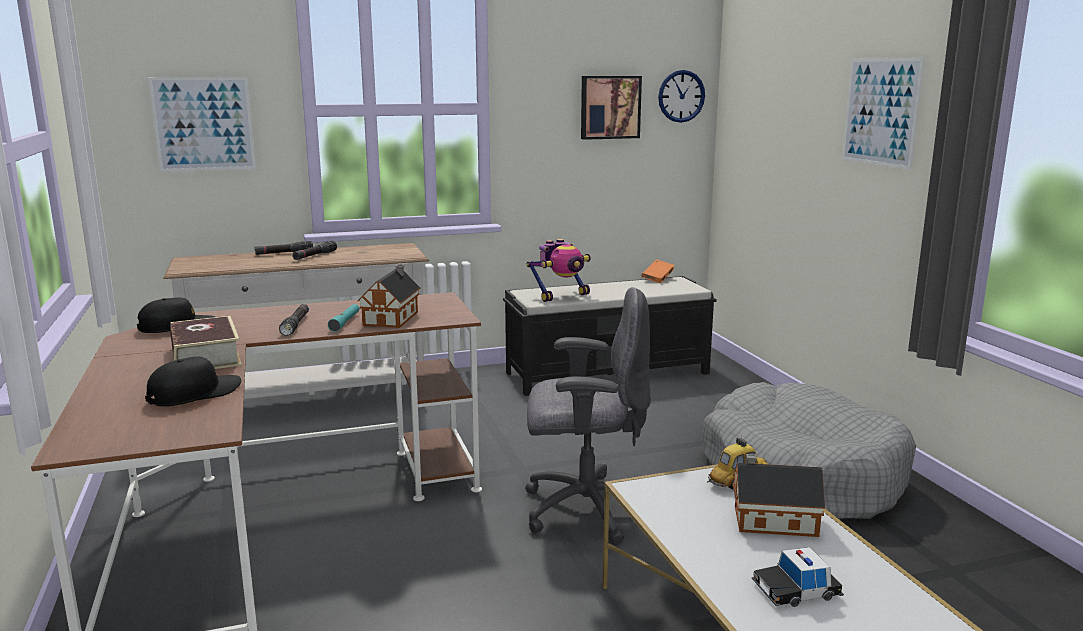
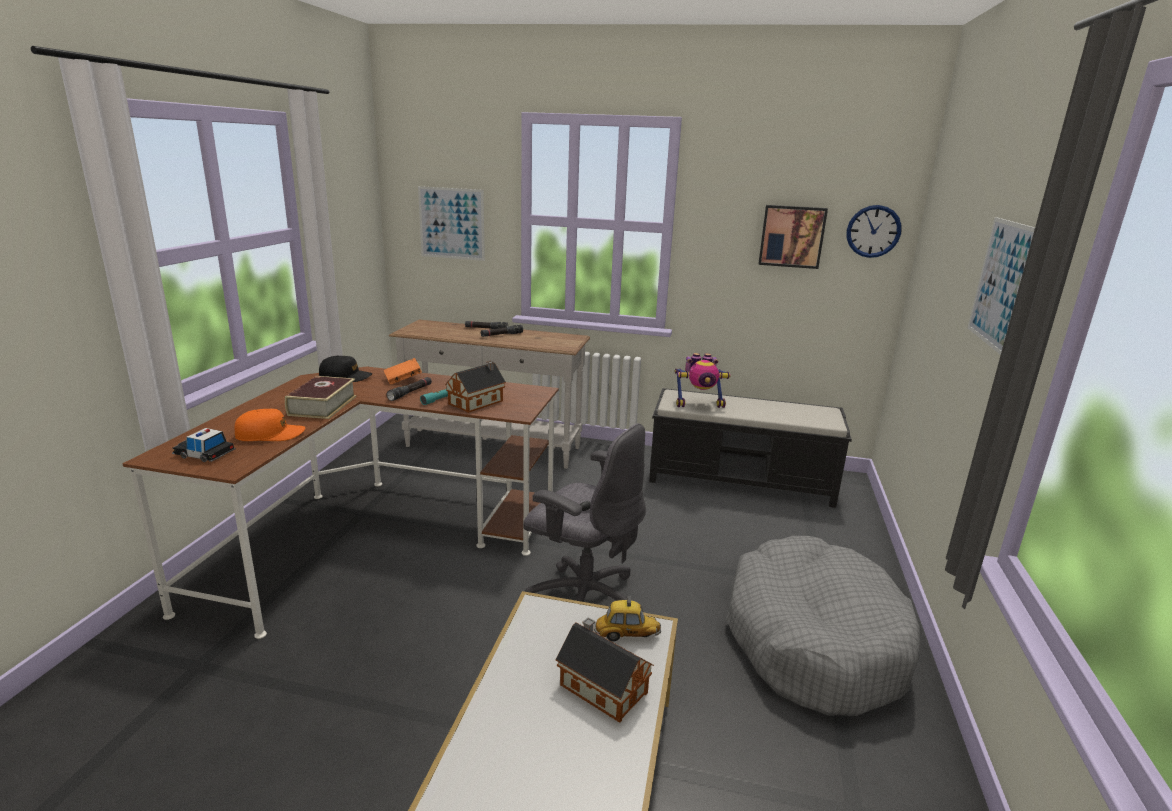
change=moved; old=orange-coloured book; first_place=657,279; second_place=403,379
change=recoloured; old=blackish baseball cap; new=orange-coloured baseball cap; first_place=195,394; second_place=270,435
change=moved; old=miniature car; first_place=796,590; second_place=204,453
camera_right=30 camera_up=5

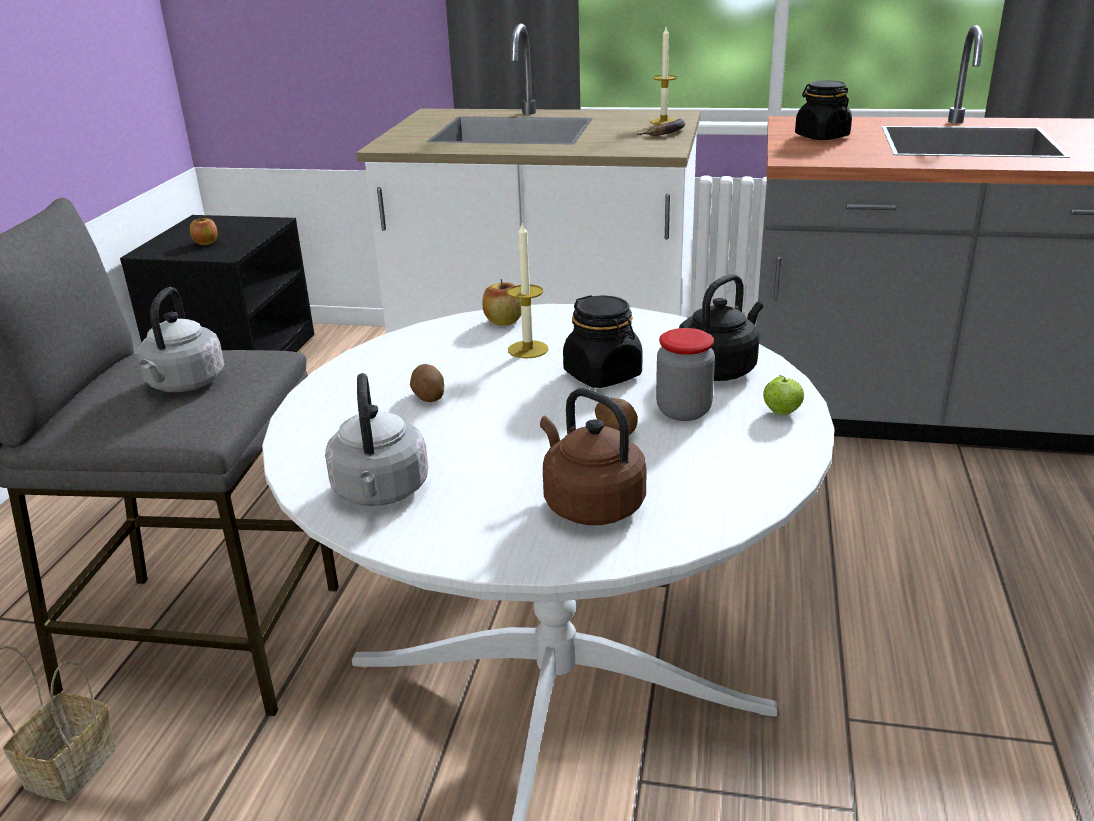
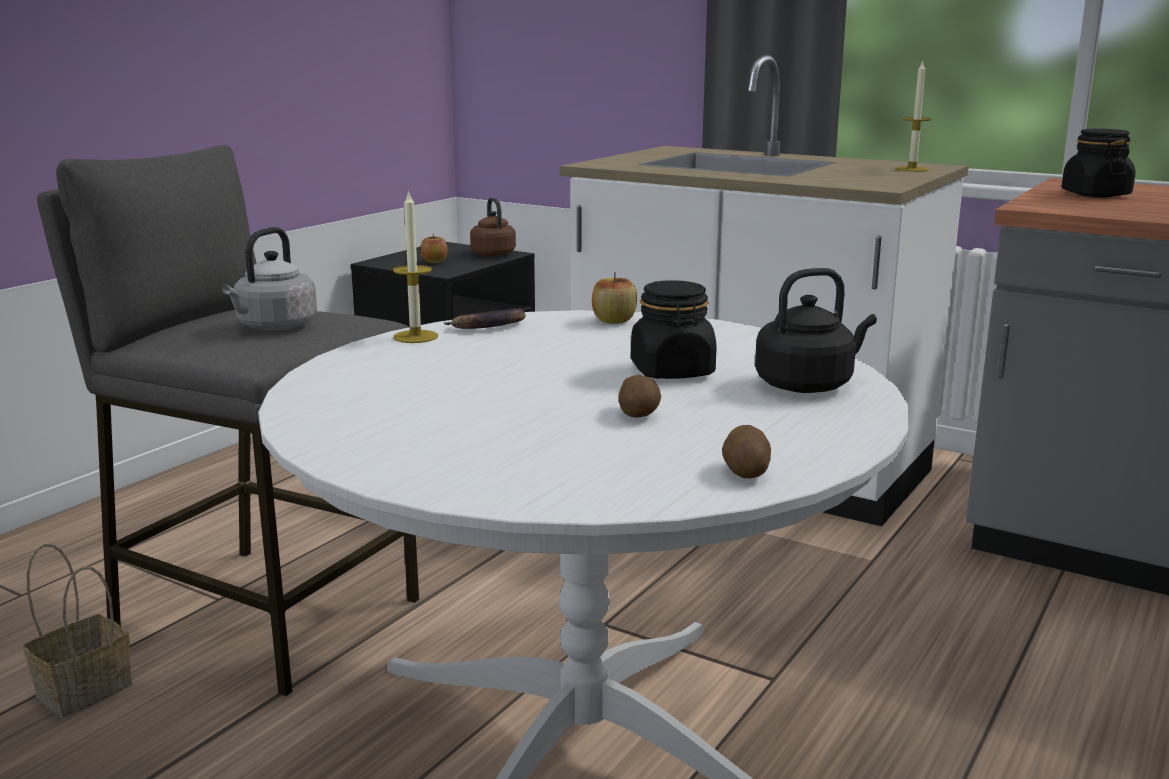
change=moved; old=banana; first_place=665,132; second_place=488,326
change=moved; old=candle; first_place=528,349; second_place=415,337
change=removed; old=storage jar; first_place=683,411
change=moved; old=potato; first_place=428,396; second_place=745,471
change=removed; old=greyish tea kettle; first_place=380,493
change=removed; old=whole apple; first_place=782,412
change=moved; old=brownish tea kettle; first_place=590,504; second_place=492,254
camera_right=20 camera_up=-10

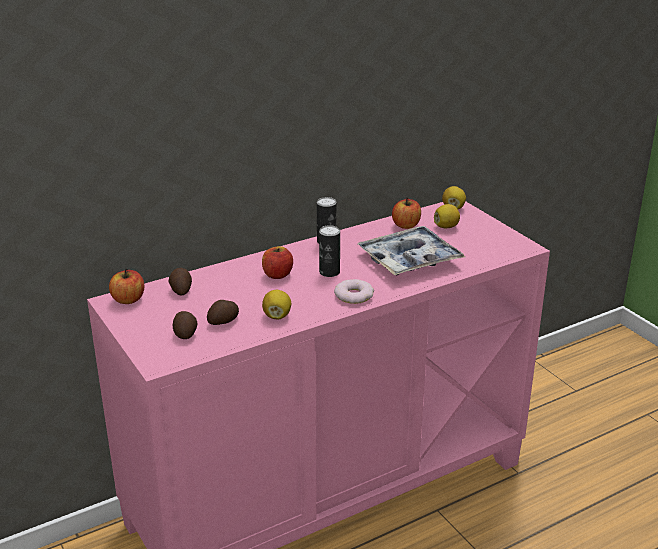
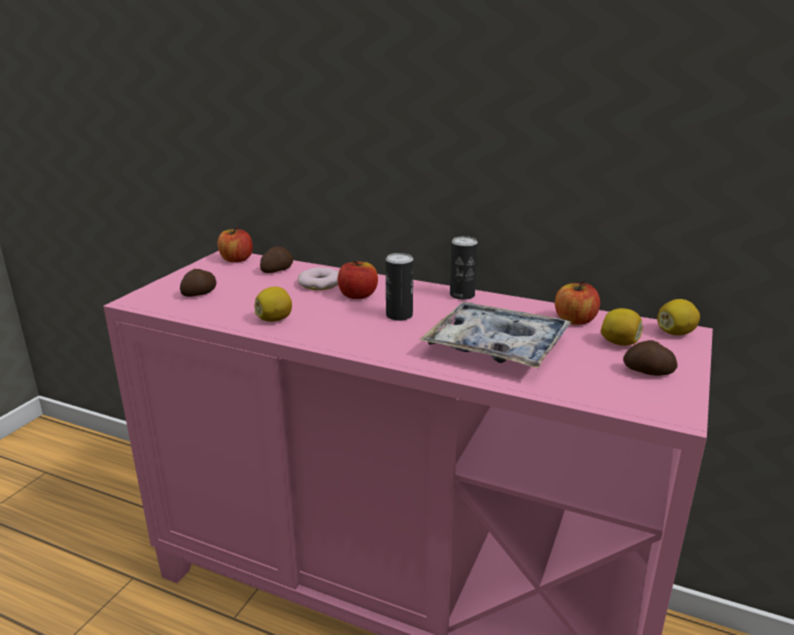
change=moved; old=ring doughnut; first_place=354,295; second_place=320,284
change=moved; old=potato; first_place=224,321; second_place=648,372
camera_right=55 camera_up=-5

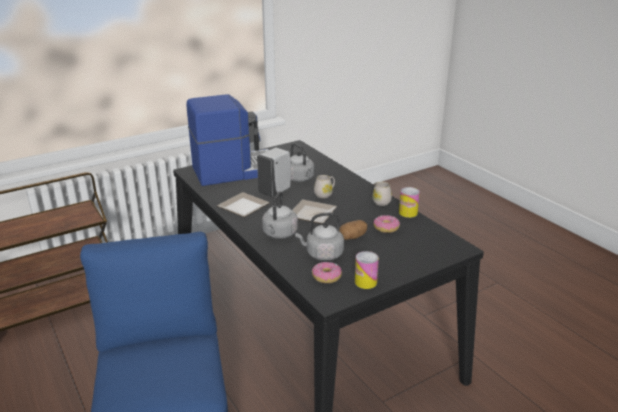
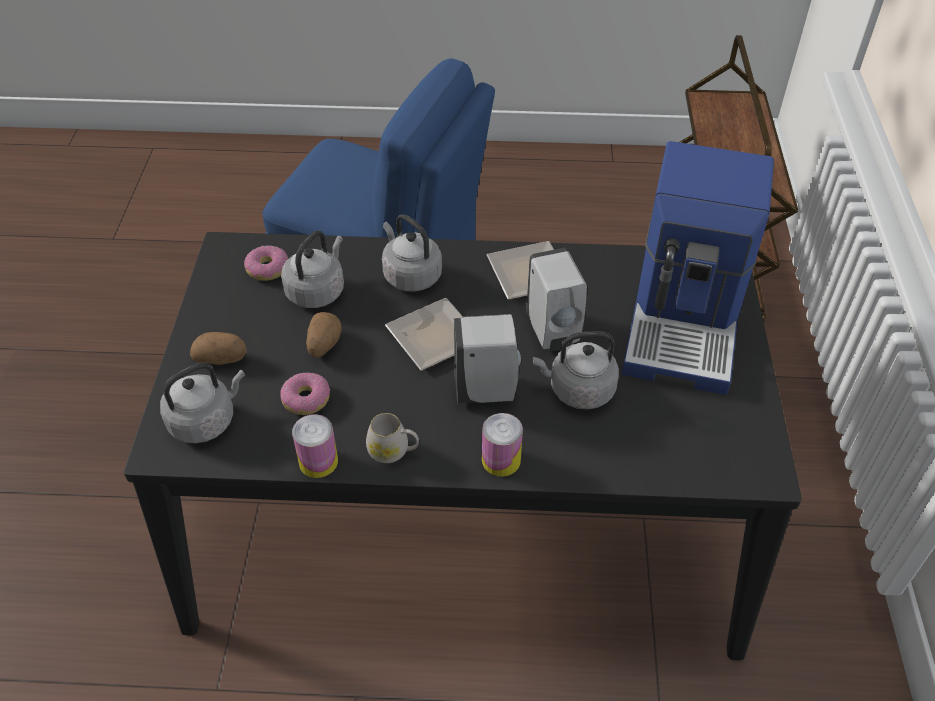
change=replaced; old=white tea mug; new=white soap dispenser; first_place=325,194; second_place=487,390
change=moved; old=can; first_place=365,282; second_place=501,460
change=added; new=potato; second_place=222,358
change=added; new=greyish tea kettle; second_place=205,420
camera_right=125 camera_up=20

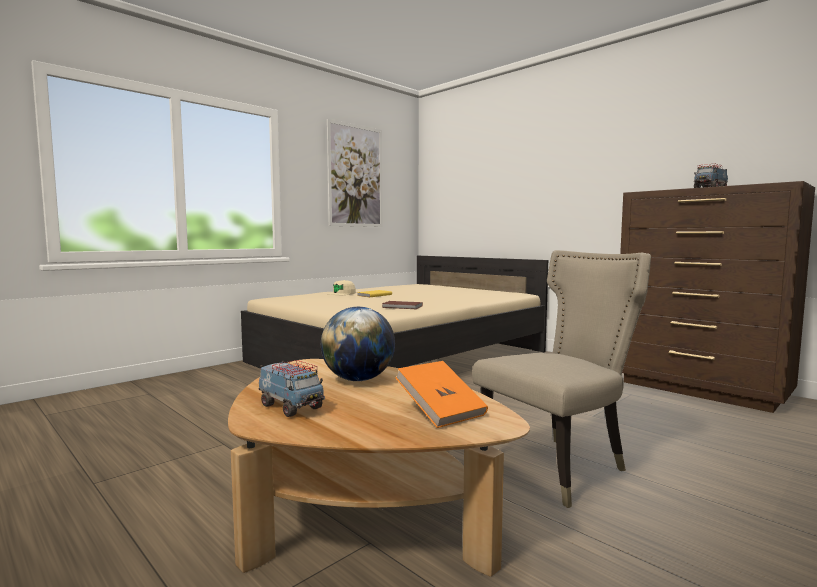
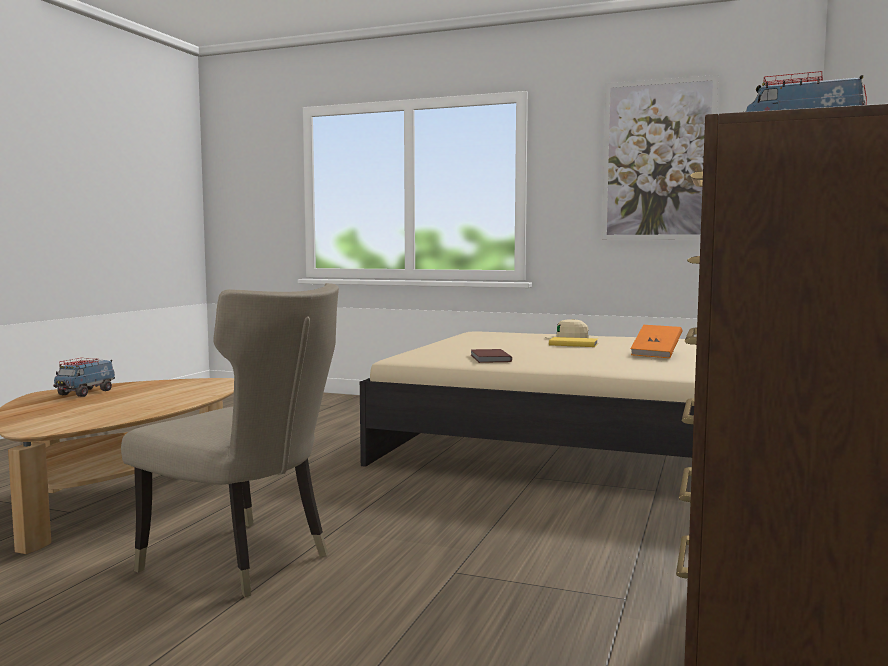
change=removed; old=globe; first_place=358,379
change=moved; old=orange-coloured book; first_place=441,411; second_place=656,354
camera_right=65 camera_up=0

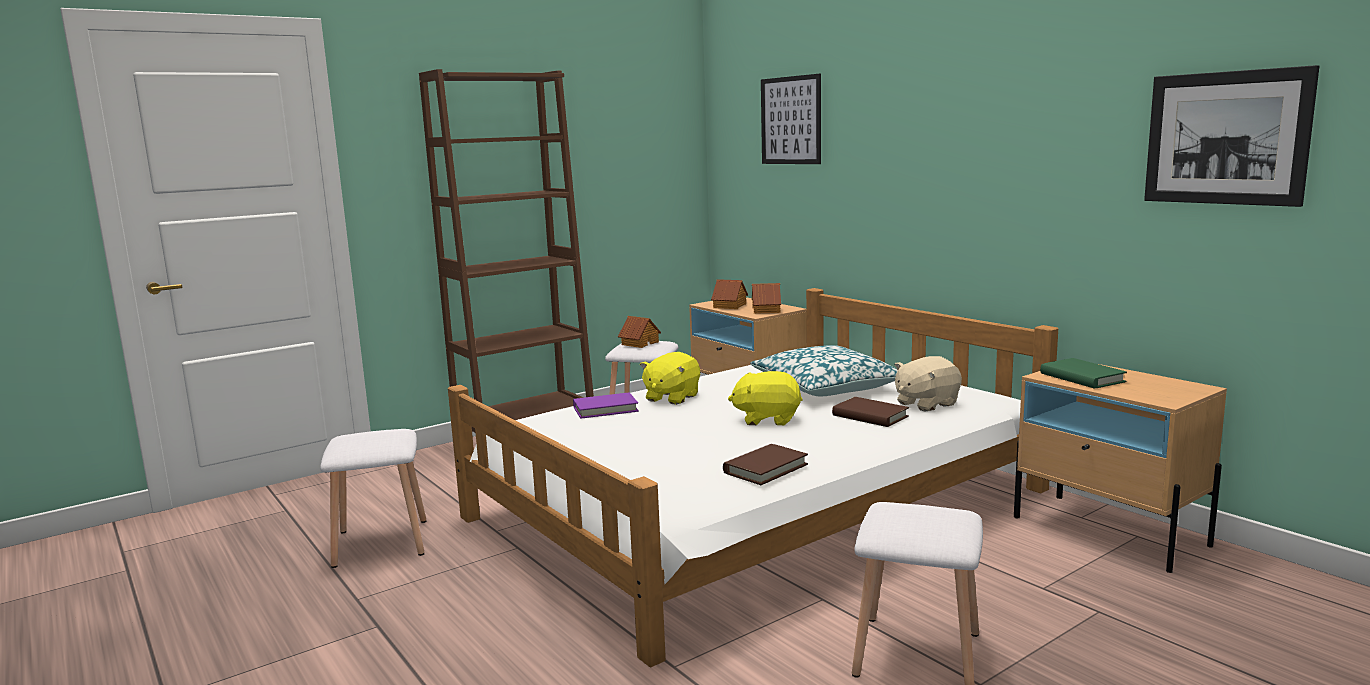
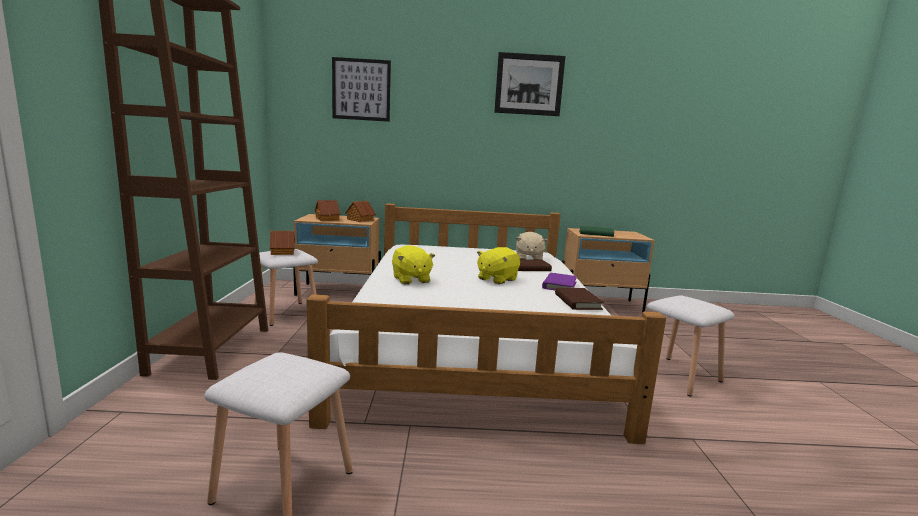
change=moved; old=picture; first_place=1226,138; second_place=529,84
change=removed; old=cushion; first_place=826,387
change=moved; old=purple book; first_place=605,409; second_place=559,285
camera_right=-55 camera_up=0

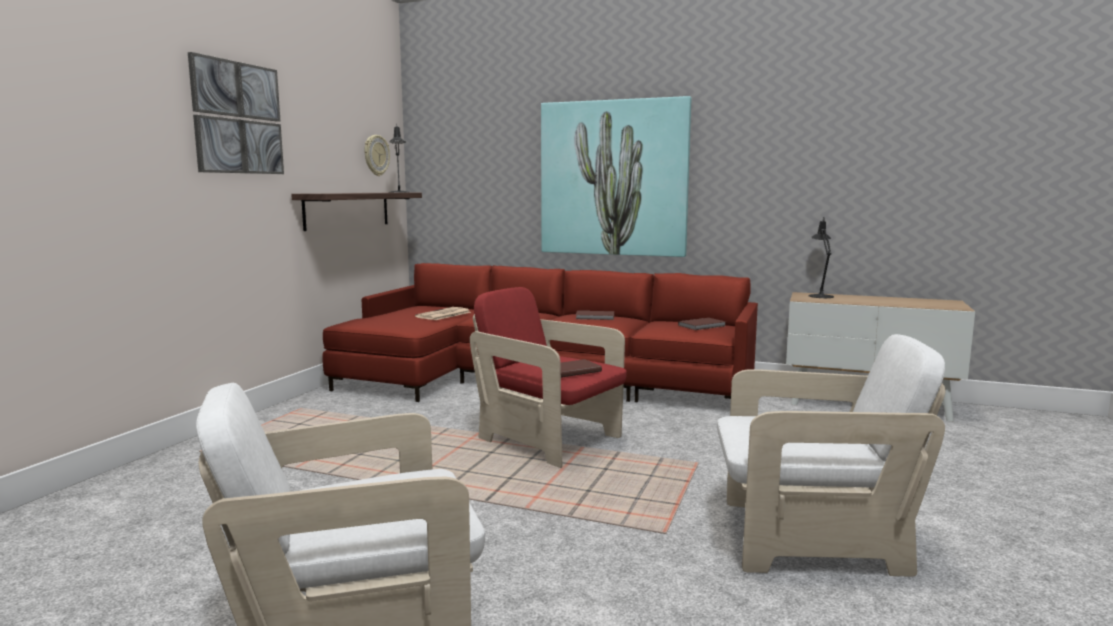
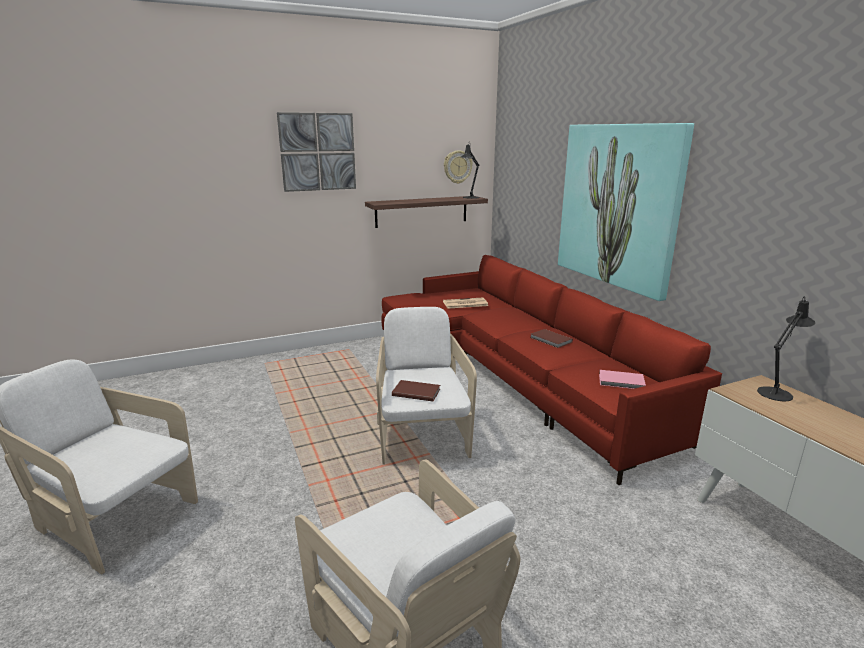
change=recoloured; old=red armchair; new=white armchair; first_place=548,440; second_place=422,436
change=recoloured; old=brownish book; new=pinkish book; first_place=703,326; second_place=622,382
camera_right=45 camera_up=10

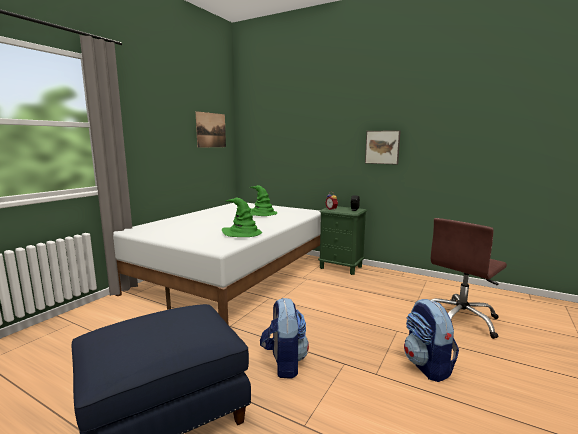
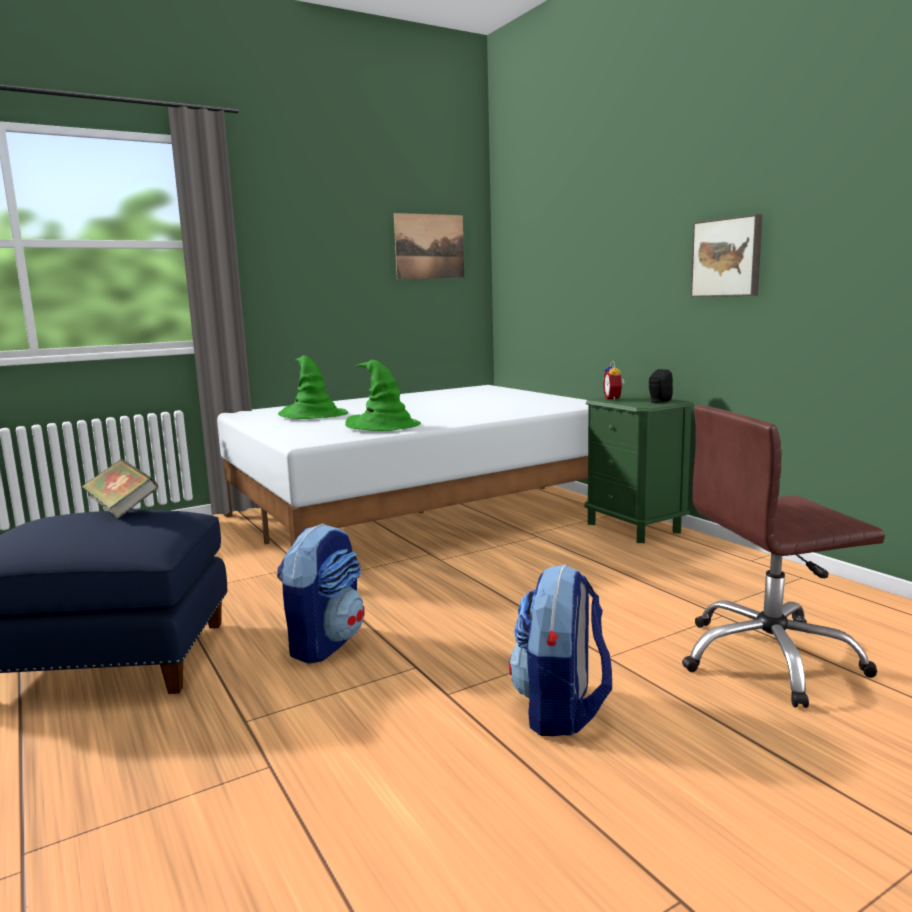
change=moved; old=green-coloured hat; first_place=262,213; second_place=313,415
change=added; new=book; second_place=122,509
camera_right=30 camera_up=0

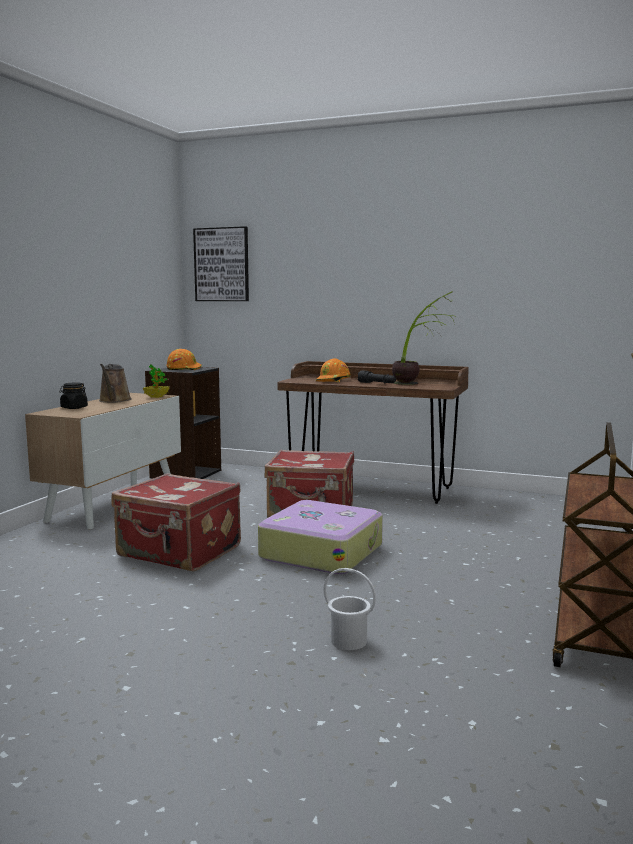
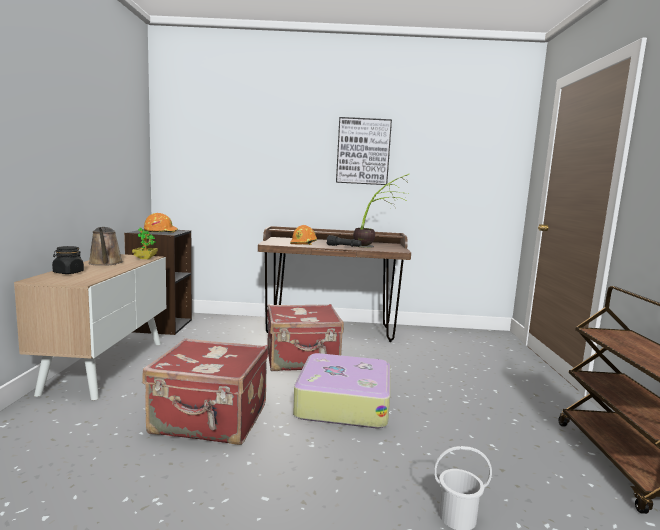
change=moved; old=picture; first_place=222,264; second_place=363,151
camera_right=-20 camera_up=0

